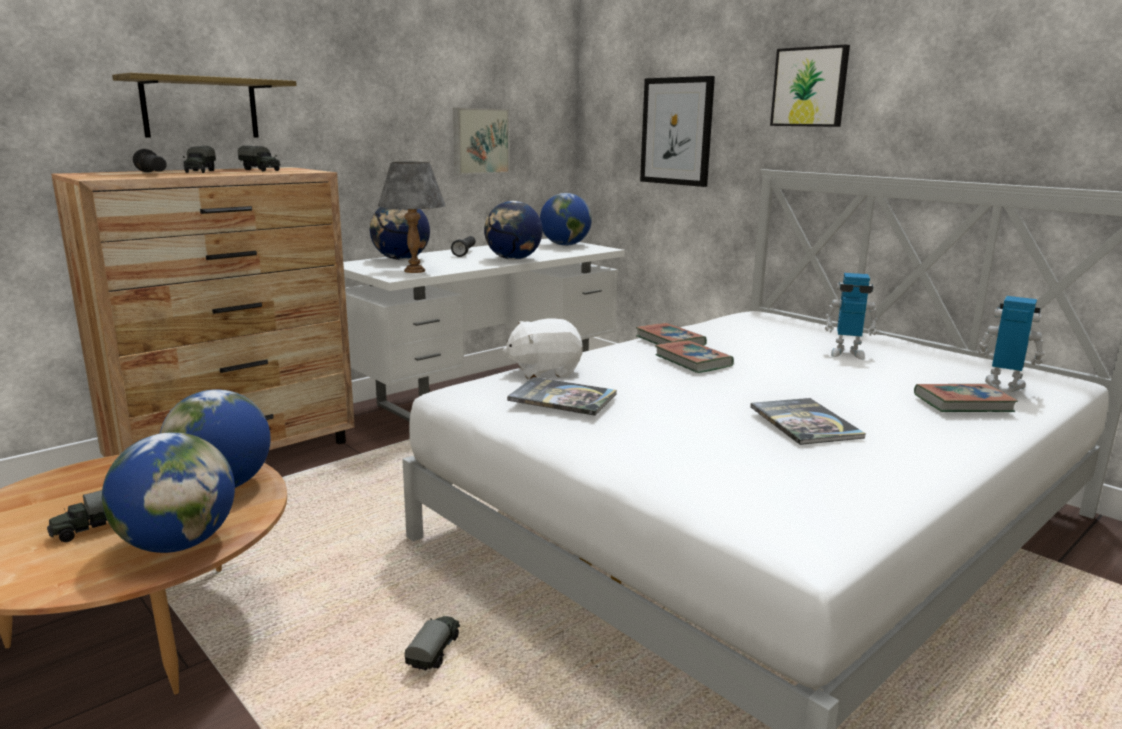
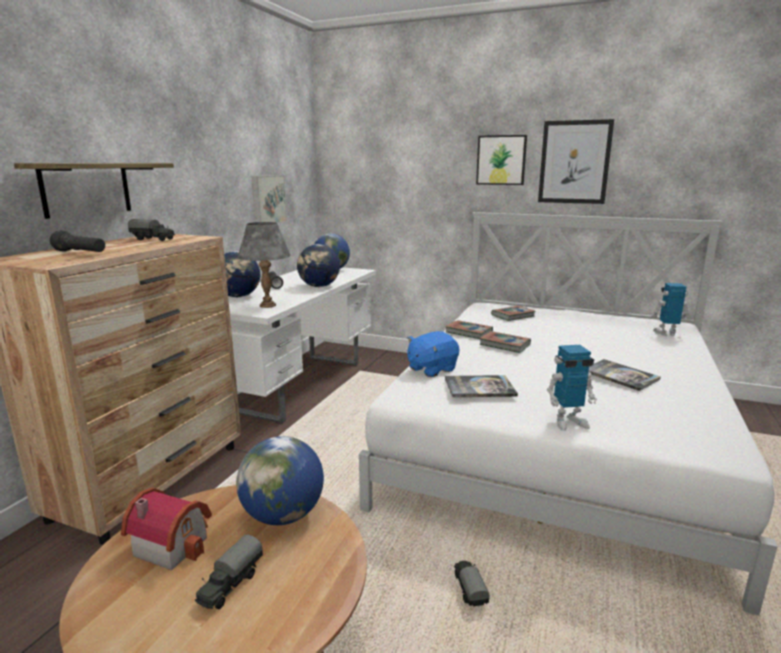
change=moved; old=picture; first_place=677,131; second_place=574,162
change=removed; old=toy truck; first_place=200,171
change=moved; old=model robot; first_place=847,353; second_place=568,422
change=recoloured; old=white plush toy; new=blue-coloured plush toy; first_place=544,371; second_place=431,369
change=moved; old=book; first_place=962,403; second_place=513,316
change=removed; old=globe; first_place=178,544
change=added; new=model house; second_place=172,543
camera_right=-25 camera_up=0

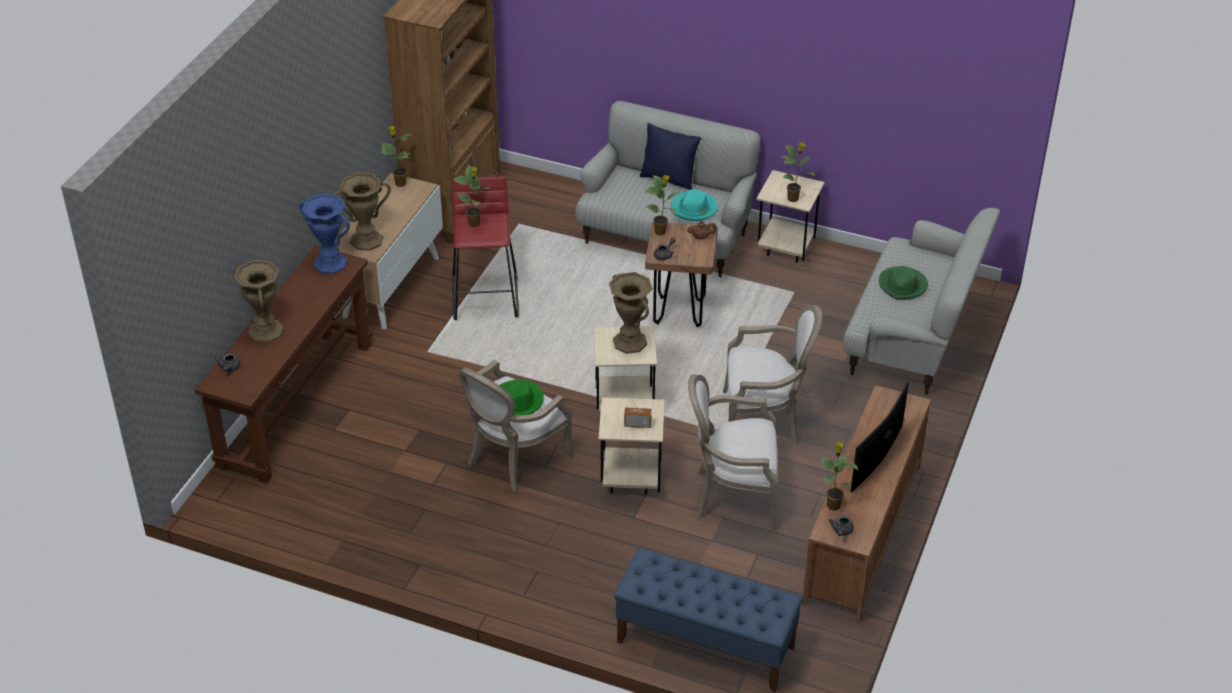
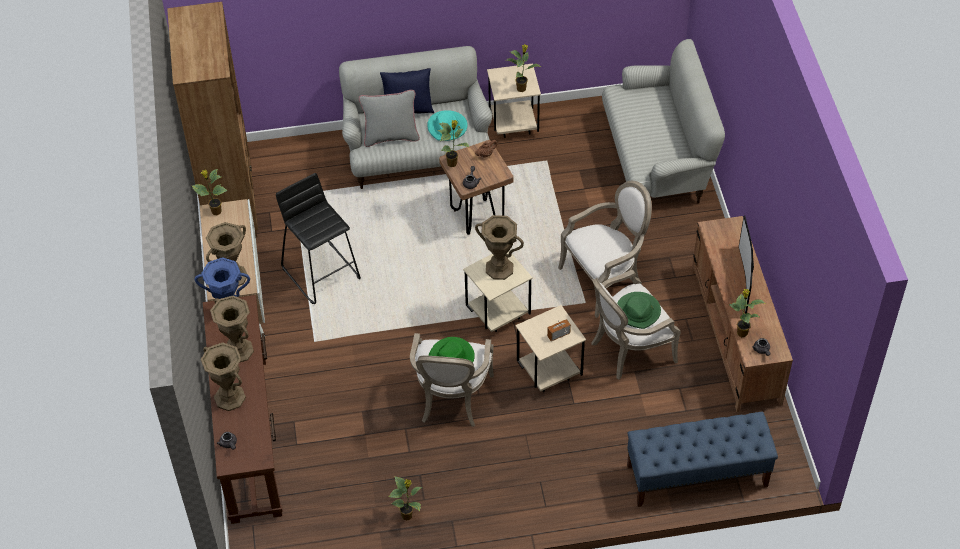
change=moved; old=potted plant; first_place=474,224; second_place=407,515
change=recoloured; old=red stool; new=blackish stool; first_place=486,297; second_place=321,272
change=moved; old=green-coloured hat; first_place=903,285; second_place=638,311
change=added; new=greyish cushion; second_place=390,137
change=added; new=brownish flower vase; second_place=238,350
camera_right=-30 camera_up=10

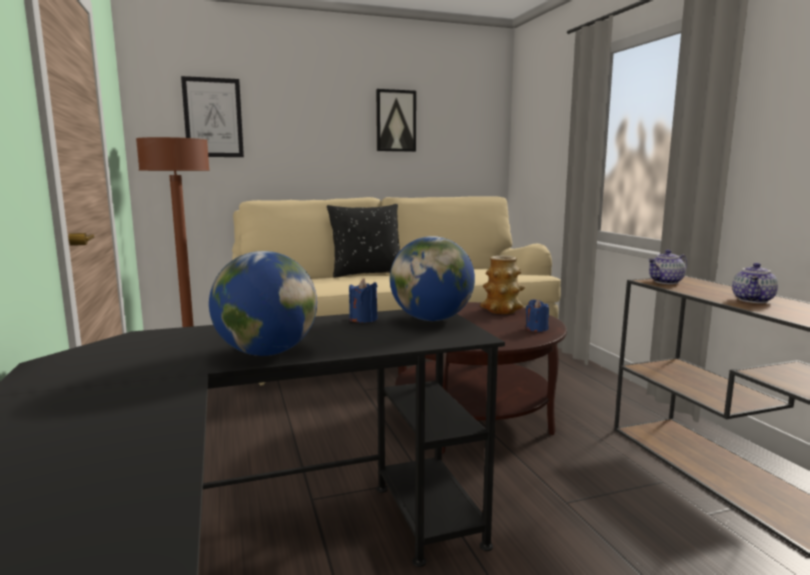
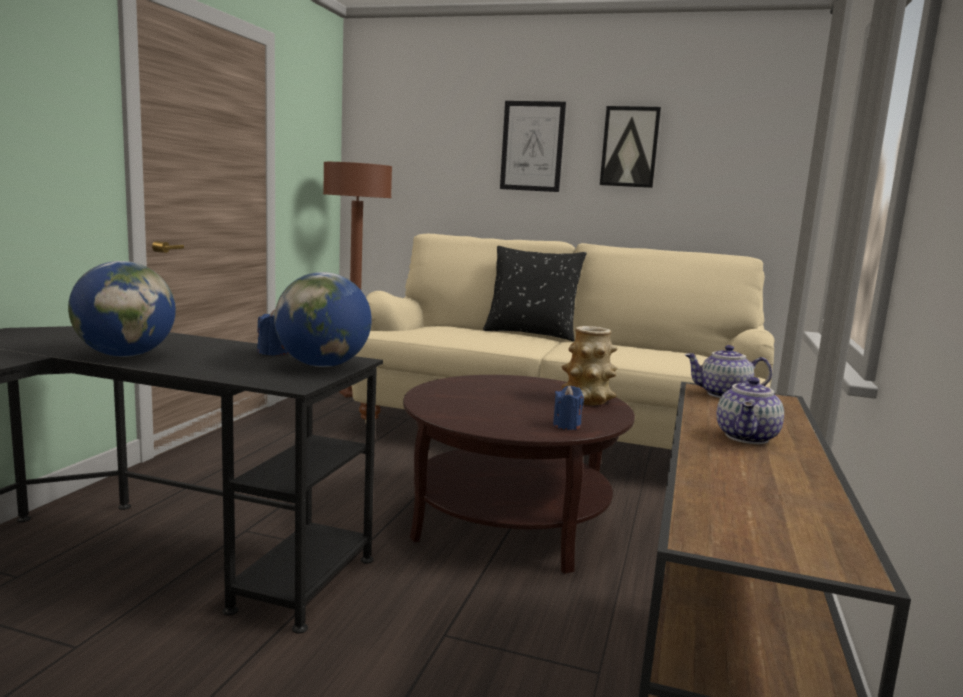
change=moved; old=picture; first_place=213,118; second_place=532,146
change=turned; old=tea pot; first_place=753,300; second_place=748,438; degrees=-45
camera_right=35 camera_up=0

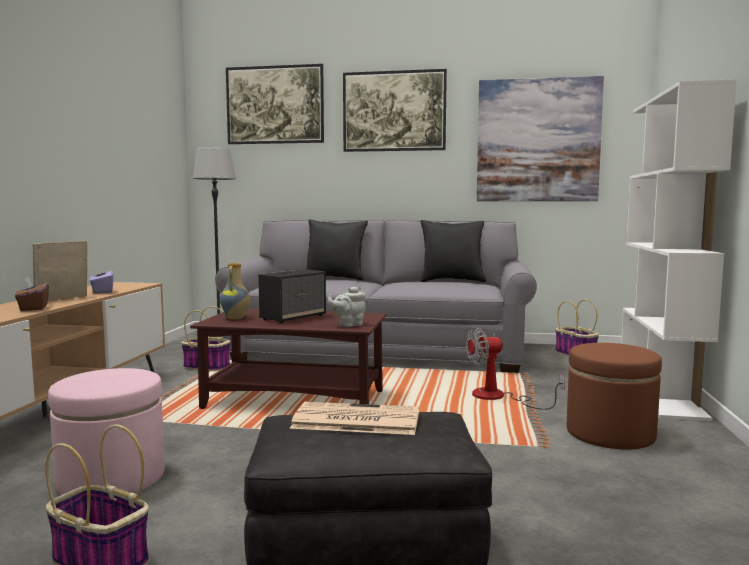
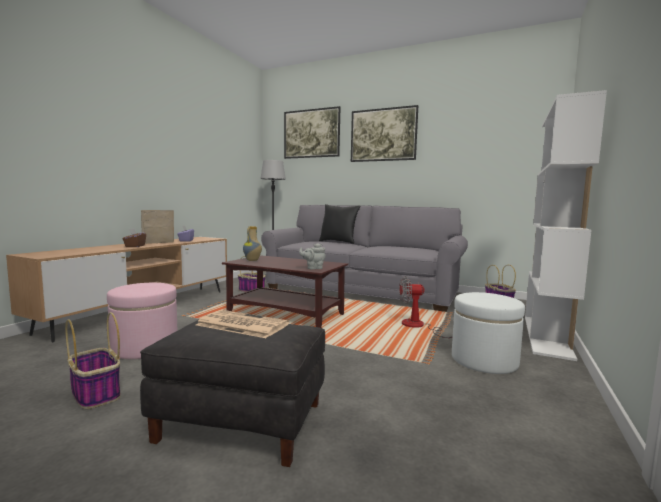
change=removed; old=picture; first_place=538,140
change=removed; old=blackish cushion; first_place=452,281
change=removed; old=speaker; first_place=293,317
change=recoloured; old=brownish footrest; new=white footrest; first_place=610,433; second_place=484,360
camera_right=15 camera_up=0

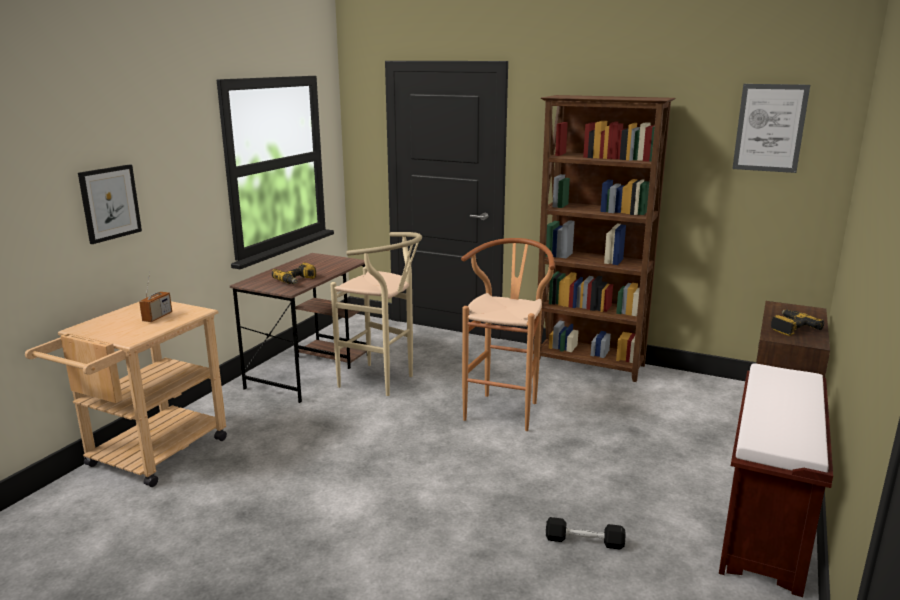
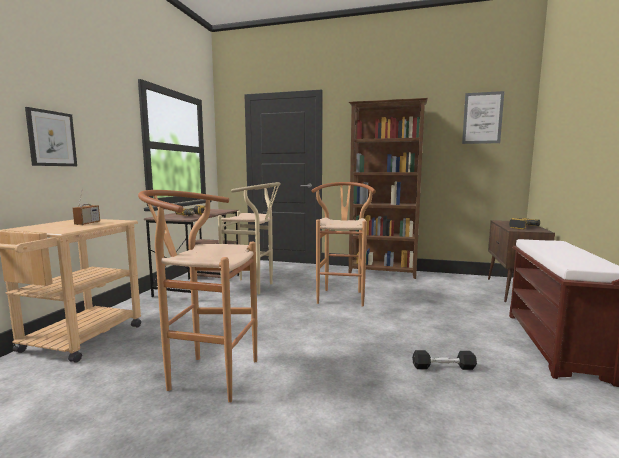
change=added; new=brownish stool; second_place=205,375
camera_right=-10 camera_up=-10

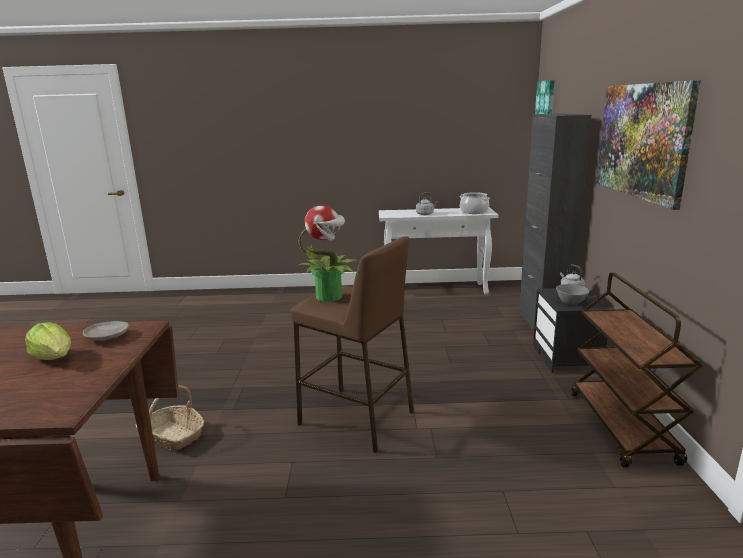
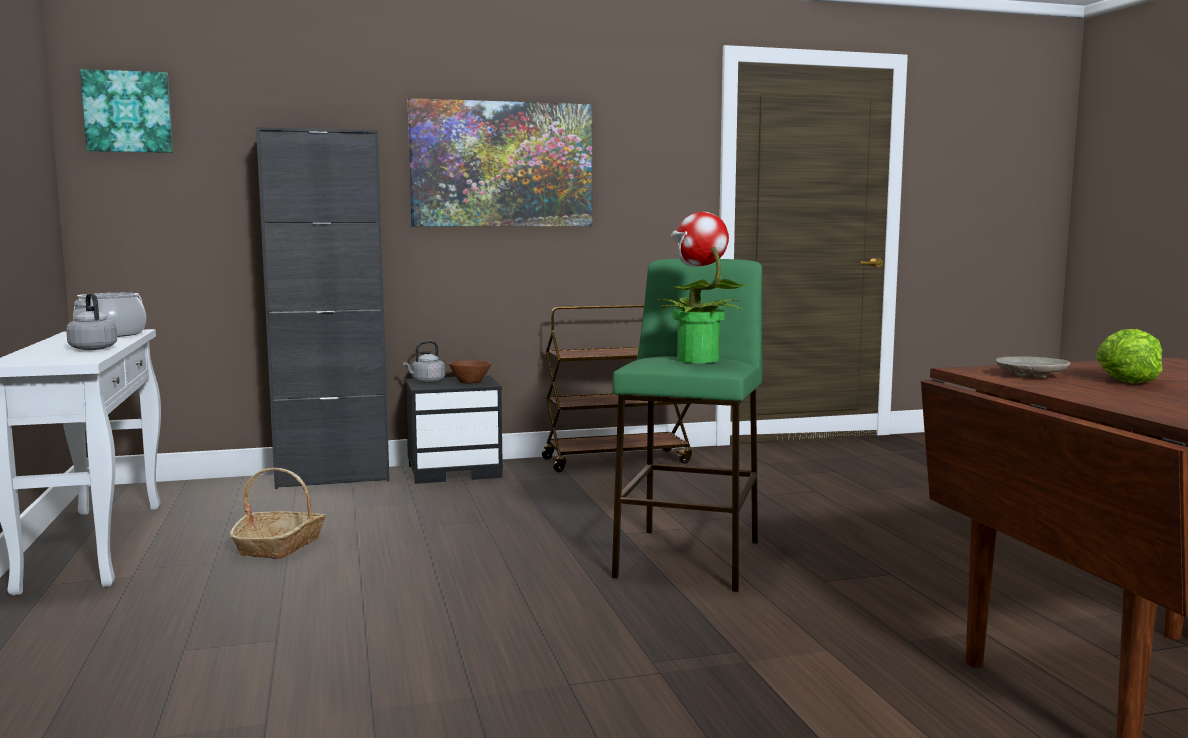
change=recoloured; old=brownish stool; new=green-coloured stool; first_place=357,418; second_place=689,558
change=recoloured; old=greyish bowl; new=brownish bowl; first_place=571,303; second_place=471,382
change=moved; old=basket; first_place=173,436; second_place=280,545
camera_right=-105 camera_up=-10

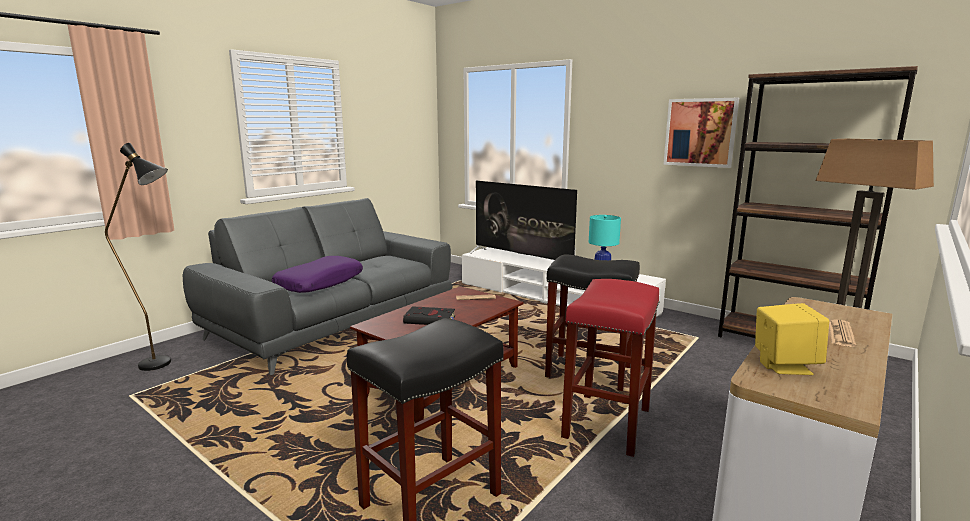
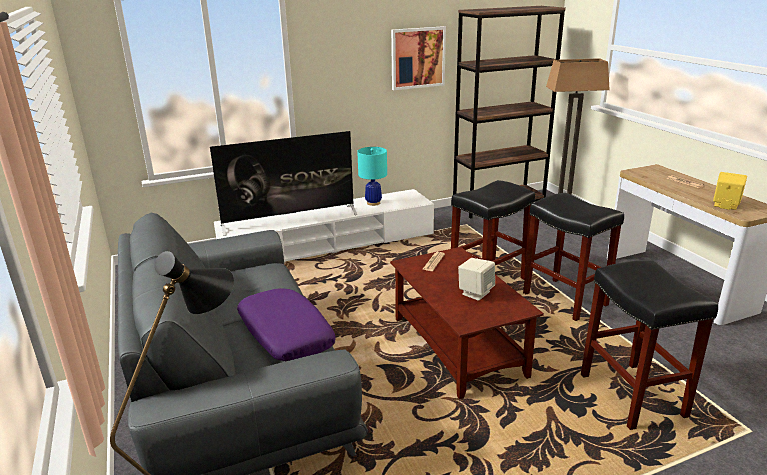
change=recoloured; old=red stool; new=blackish stool; first_place=607,424; second_place=566,299
change=replaced; old=blackish book; new=sand-coloured speaker; first_place=431,320; second_place=475,293
camera_right=-60 camera_up=10

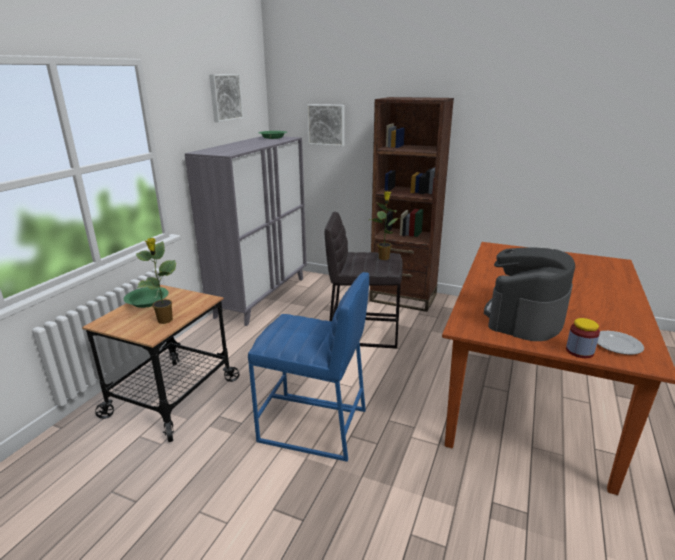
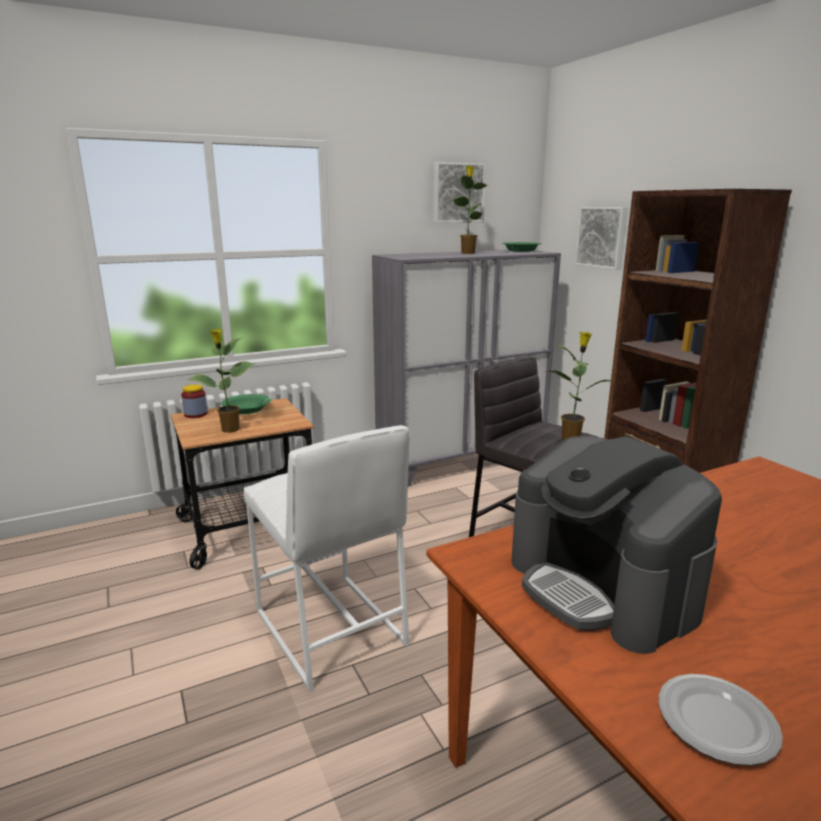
change=turned; old=coffee maker; first_place=524,318; second_place=603,586; degrees=-105
change=recoloured; old=blue-coloured stool; new=white stool; first_place=313,426; second_place=329,629
change=moved; old=storage jar; first_place=579,351; second_place=195,414
change=added; new=potted plant; second_place=467,253
camera_right=40 camera_up=-5

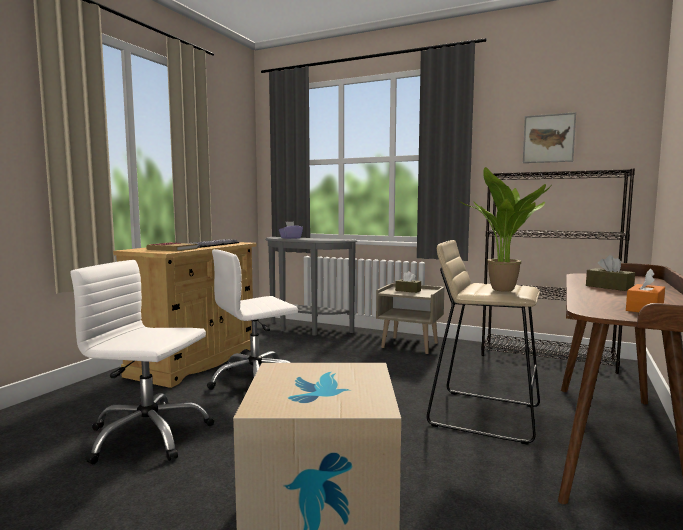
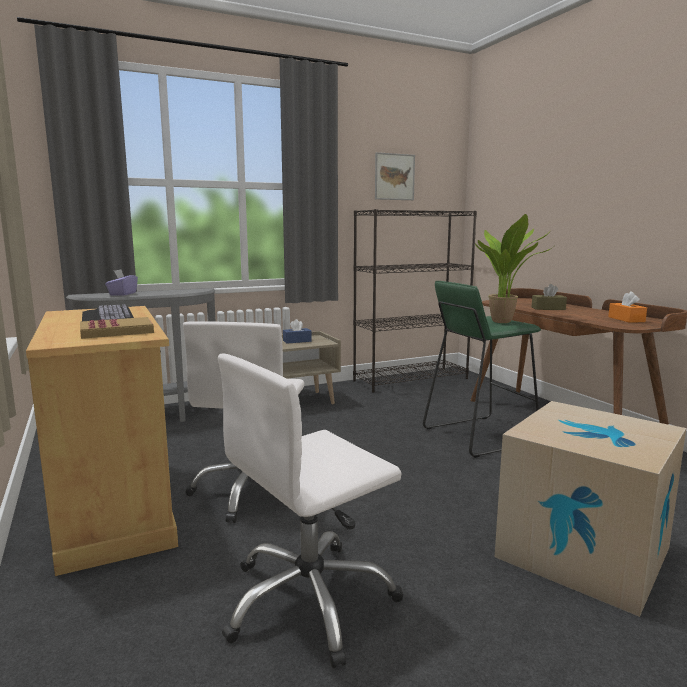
change=recoloured; old=sand-coloured stool; new=green-coloured stool; first_place=483,415; second_place=478,435
change=recoloured; old=brownish tissue box; new=blue-coloured tissue box; first_place=408,290; second_place=297,341
camera_right=-50 camera_up=5

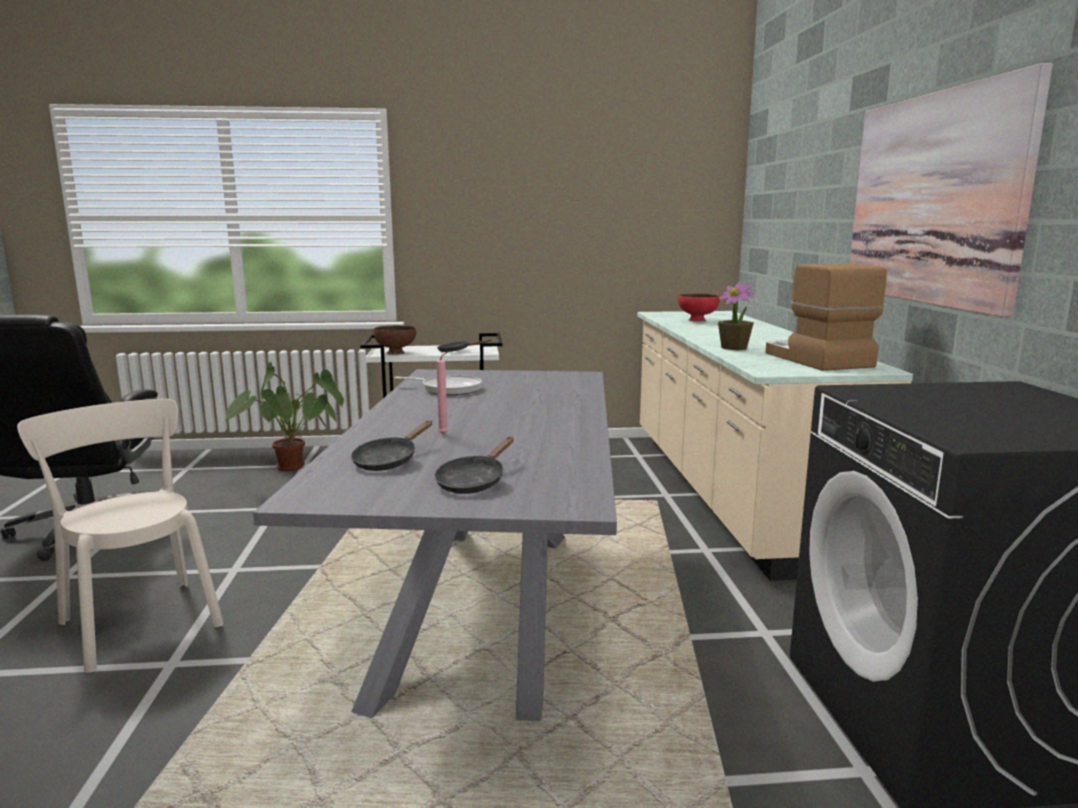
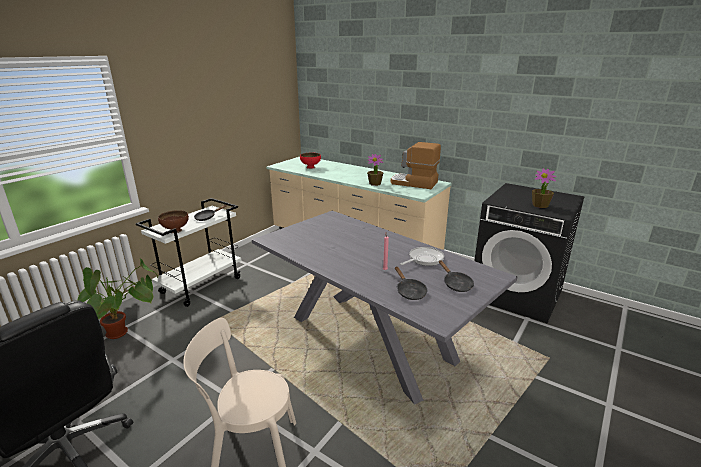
change=removed; old=picture; first_place=933,199
change=moved; old=skillet; first_place=448,389; second_place=424,259
change=added; new=potted plant; second_place=540,205
camera_right=-50 camera_up=10

